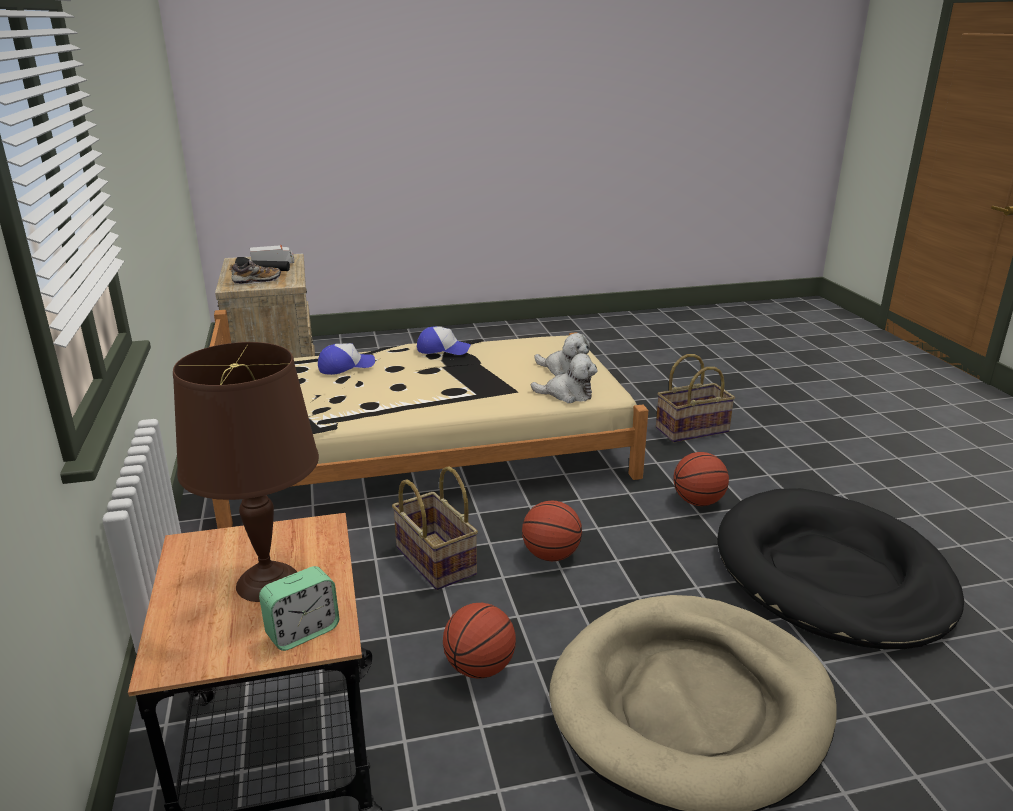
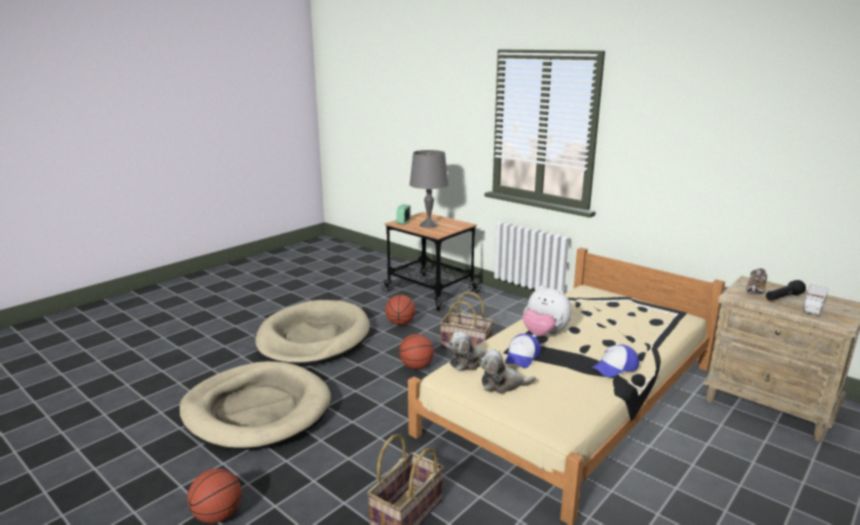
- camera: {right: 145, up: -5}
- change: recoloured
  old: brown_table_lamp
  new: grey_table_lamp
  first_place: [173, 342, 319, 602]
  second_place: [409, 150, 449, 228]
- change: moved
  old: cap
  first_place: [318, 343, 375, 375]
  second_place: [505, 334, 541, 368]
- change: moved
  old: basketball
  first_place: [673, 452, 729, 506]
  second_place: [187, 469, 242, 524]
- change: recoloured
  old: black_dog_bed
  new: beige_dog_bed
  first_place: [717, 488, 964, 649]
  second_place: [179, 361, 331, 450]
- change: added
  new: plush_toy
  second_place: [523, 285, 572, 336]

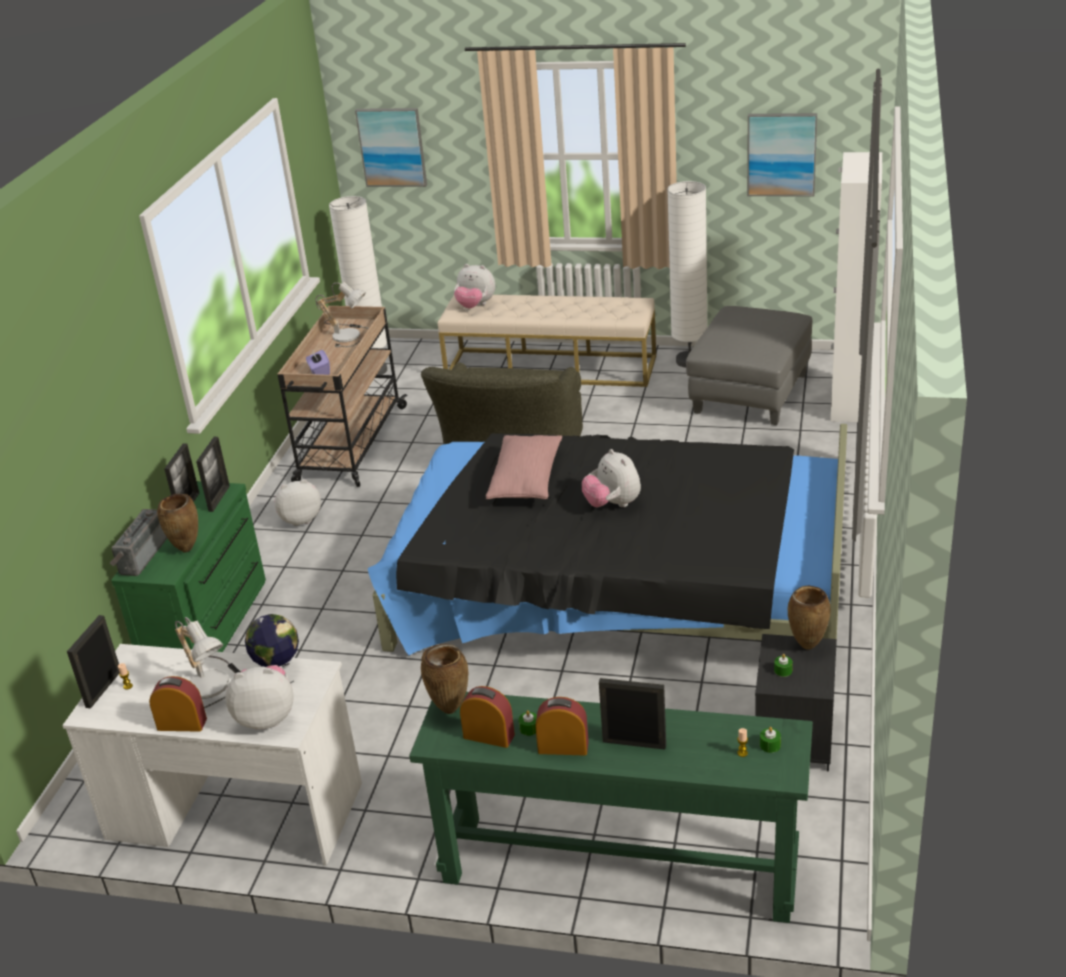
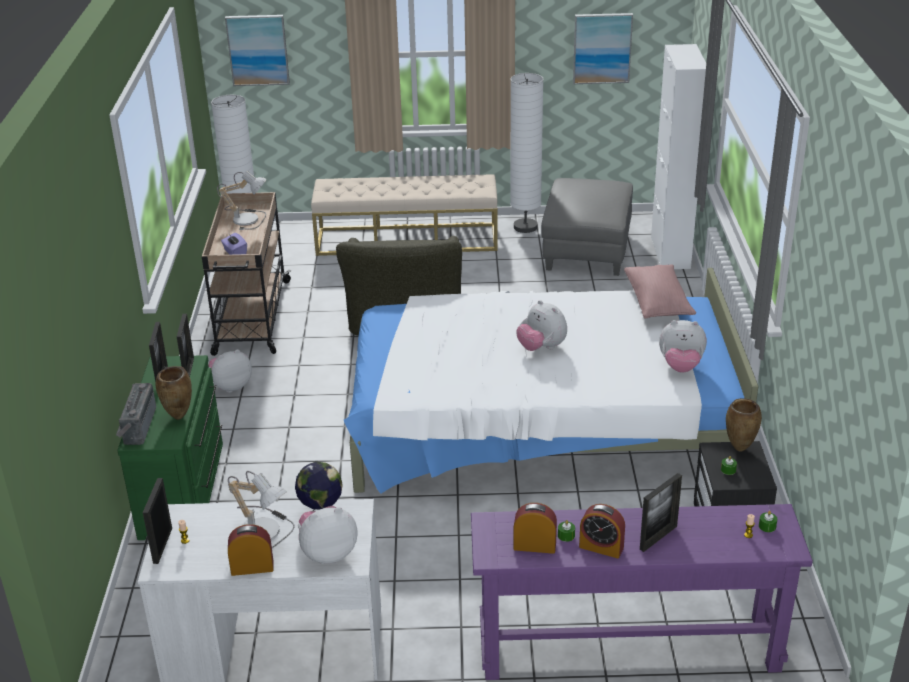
- camera: {right: -15, up: 0}
- change: moved
  old: plush_toy
  first_place: [454, 264, 495, 308]
  second_place: [659, 320, 707, 373]
- change: recoloured
  old: black_bed
  new: white_bed
  first_place: [368, 424, 847, 656]
  second_place: [344, 268, 759, 494]
- change: moved
  old: pink_pillow
  first_place: [486, 435, 562, 499]
  second_place: [624, 264, 696, 319]
- change: removed
  old: brown_vase
  first_place: [421, 644, 468, 714]
- change: turned
  old: picture_frame
  first_place: [599, 678, 666, 750]
  second_place: [640, 473, 682, 552]
  degrees: 135
- change: recoloured
  old: green_console_table
  new: purple_console_table
  first_place: [409, 692, 813, 923]
  second_place: [471, 504, 813, 680]
- change: turned
  old: alarm_clock
  first_place: [535, 697, 589, 756]
  second_place: [579, 504, 625, 558]
  degrees: -150

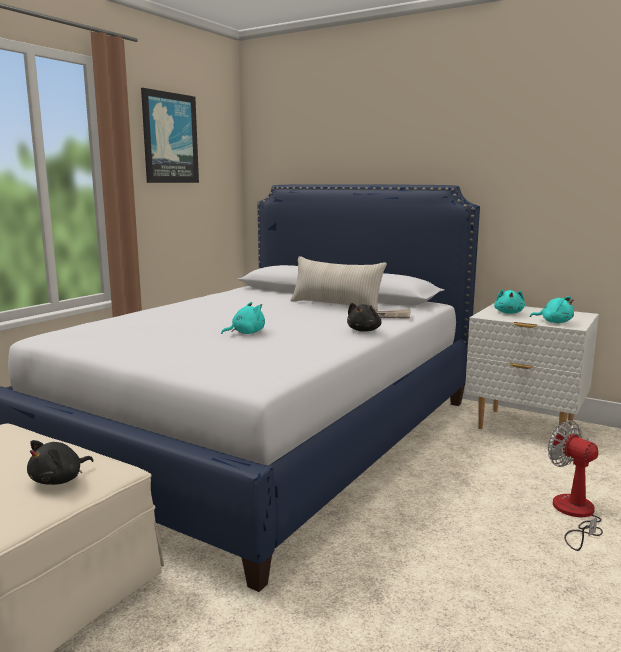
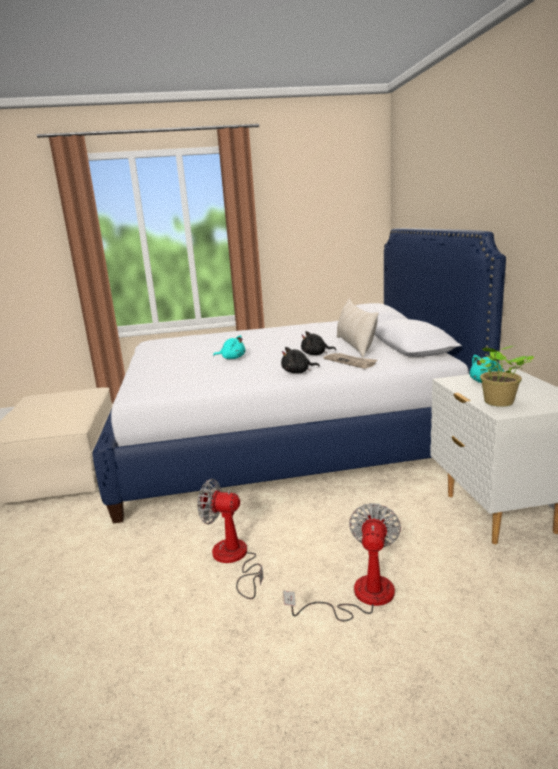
- camera: {right: 50, up: 5}
- change: removed
  old: picture
  first_place: [141, 88, 199, 183]
- change: replaced
  old: turquoise_plush_toy
  new: potted_plant
  first_place: [530, 296, 574, 323]
  second_place: [476, 346, 534, 407]
- change: moved
  old: black_plush_toy
  first_place: [27, 440, 93, 485]
  second_place: [301, 331, 336, 355]
- change: added
  new: fan
  second_place: [198, 479, 263, 599]

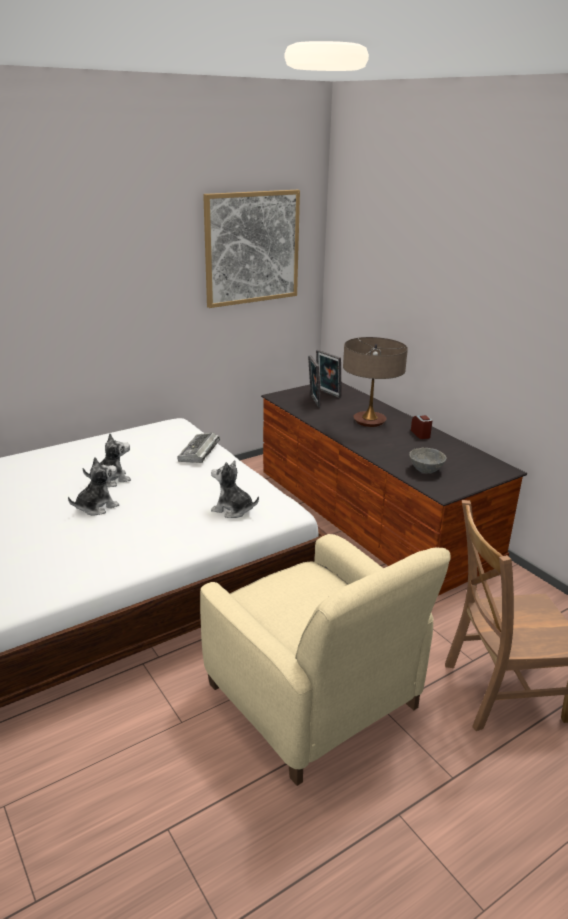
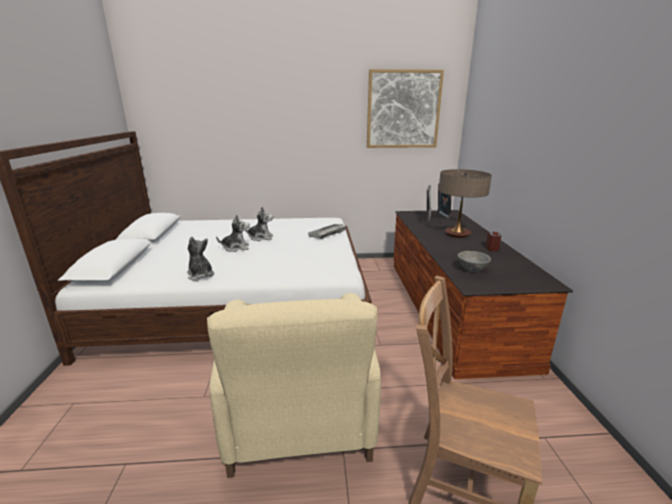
- camera: {right: 30, up: -5}
- change: moved
  old: plush_toy
  first_place: [211, 460, 259, 518]
  second_place: [187, 236, 214, 281]

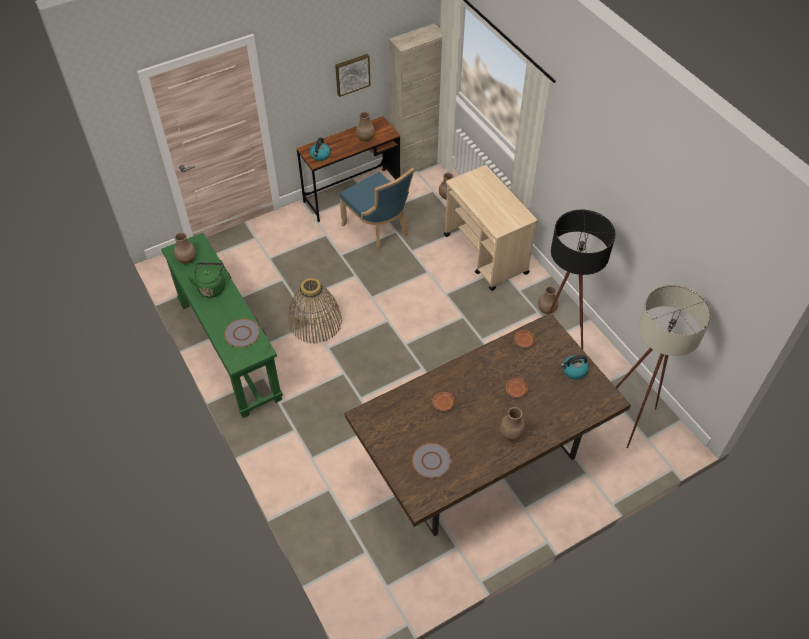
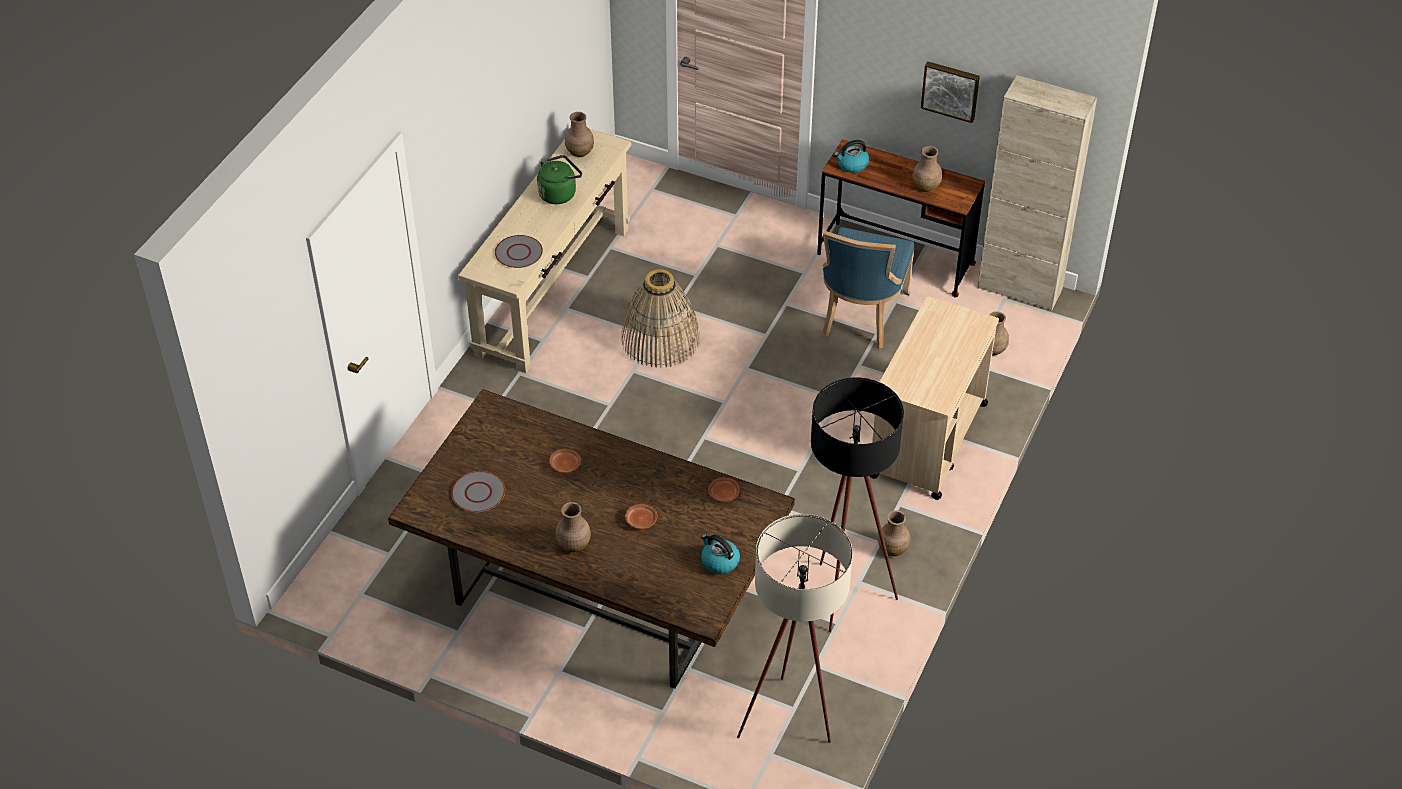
- camera: {right: 55, up: -5}
- change: recoloured
  old: green_console_table
  new: beige_console_table
  first_place: [161, 233, 283, 418]
  second_place: [458, 129, 631, 373]

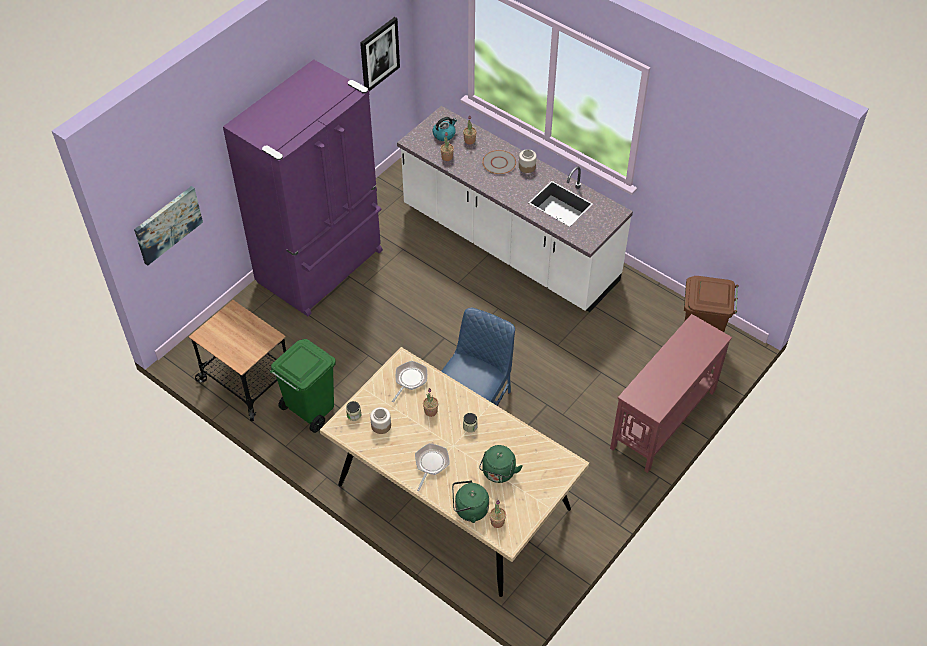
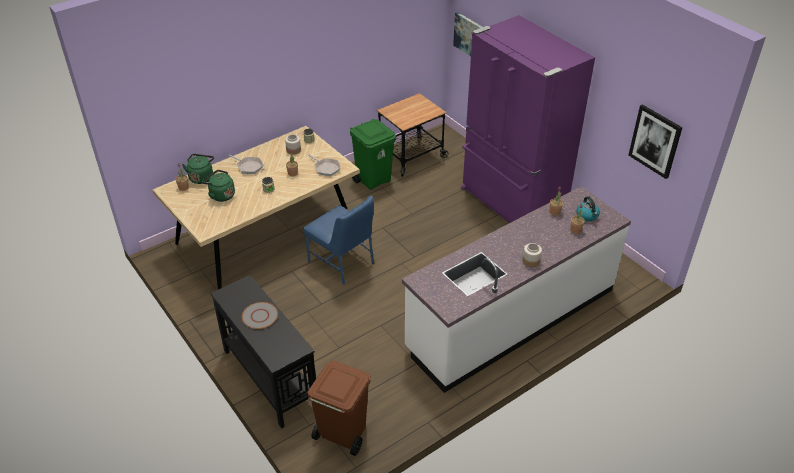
- camera: {right: 105, up: -10}
- change: moved
  old: grey_plate
  first_place: [482, 150, 516, 174]
  second_place: [242, 302, 278, 329]
- change: recoloured
  old: red_console_table
  new: black_console_table
  first_place: [610, 314, 732, 473]
  second_place: [210, 275, 316, 428]

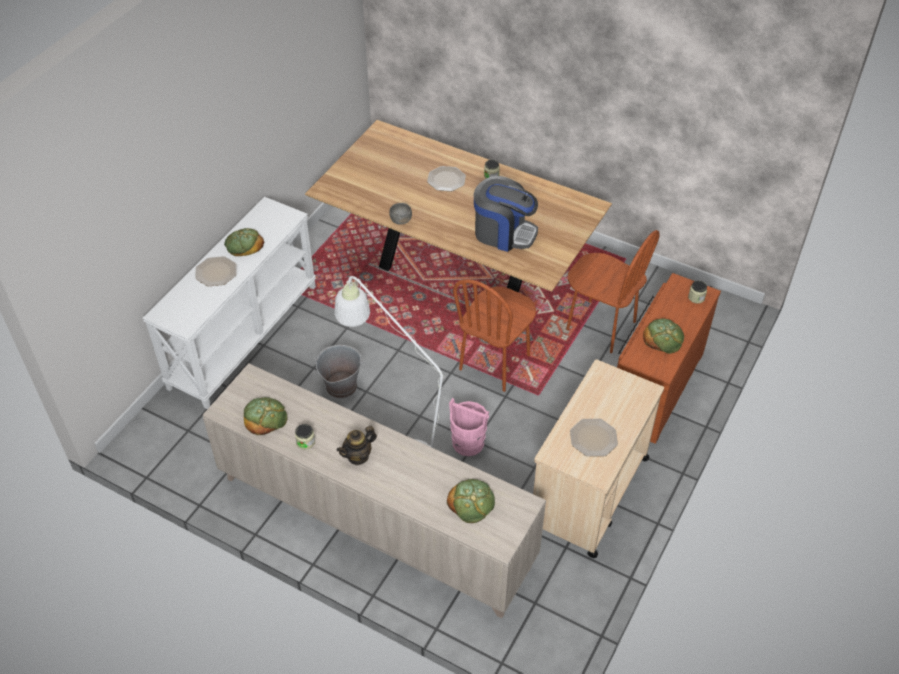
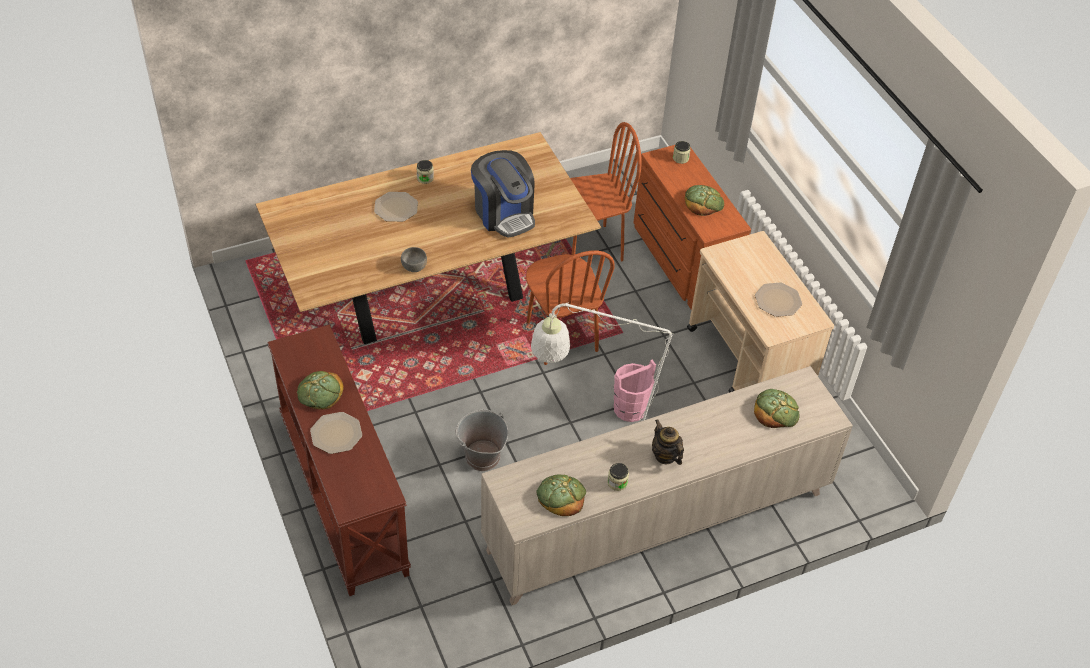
- camera: {right: -55, up: 0}
- change: turned
  old: coffee_machine
  first_place: [474, 176, 538, 252]
  second_place: [471, 150, 535, 238]
  degrees: 90
- change: recoloured
  old: white_console_table
  new: brown_console_table
  first_place: [142, 197, 316, 409]
  second_place: [267, 325, 411, 596]
- change: turned
  old: teapot
  first_place: [336, 426, 377, 465]
  second_place: [652, 420, 684, 465]
  degrees: 150

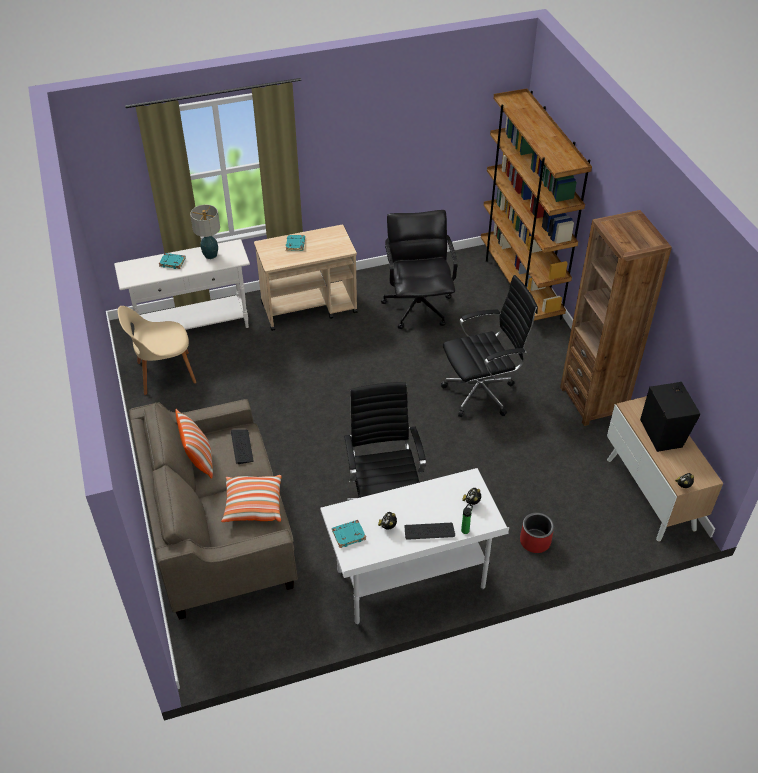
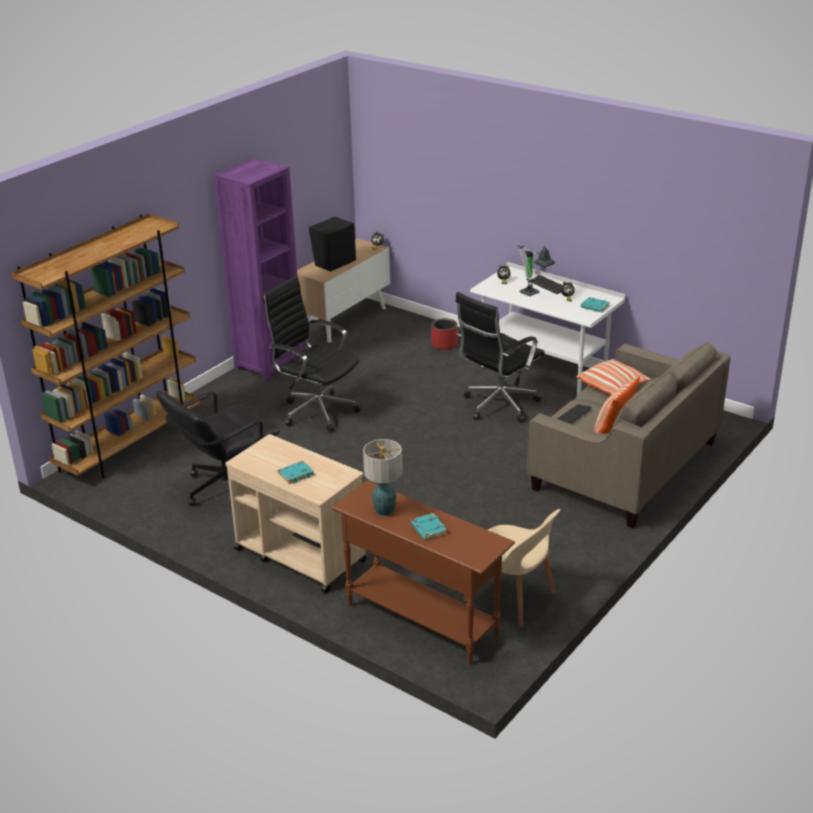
- camera: {right: -125, up: -15}
- change: recoloured
  old: brown_bookcase
  new: purple_bookcase
  first_place: [560, 210, 672, 426]
  second_place: [214, 158, 303, 382]
- change: recoloured
  old: white_console_table
  new: brown_console_table
  first_place: [114, 239, 250, 330]
  second_place: [331, 480, 515, 665]
- change: added
  new: table_lamp
  second_place: [518, 245, 555, 296]

